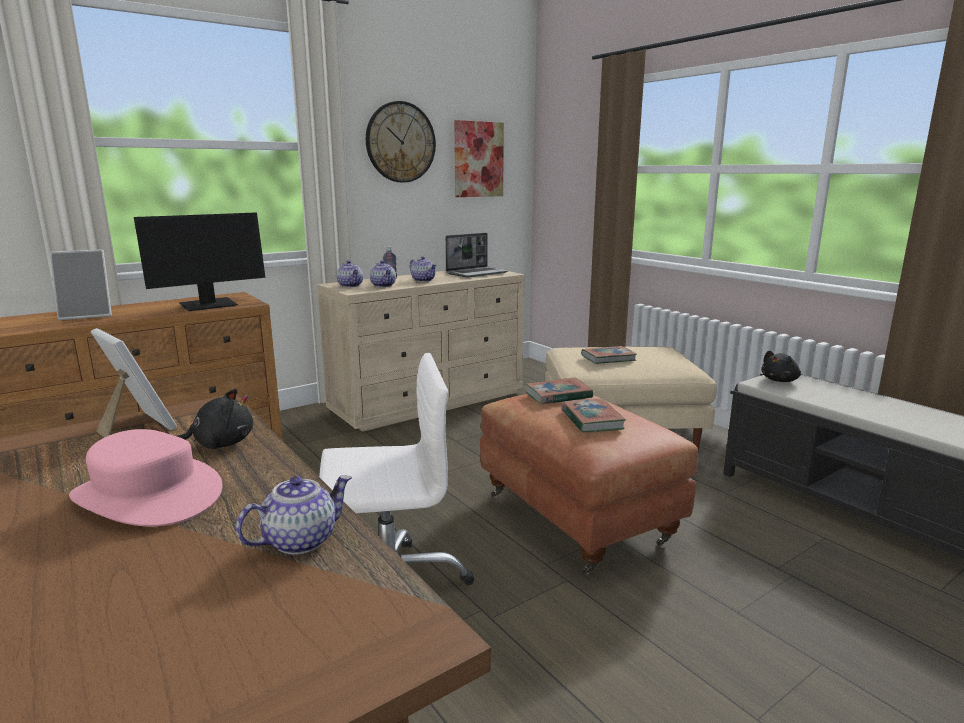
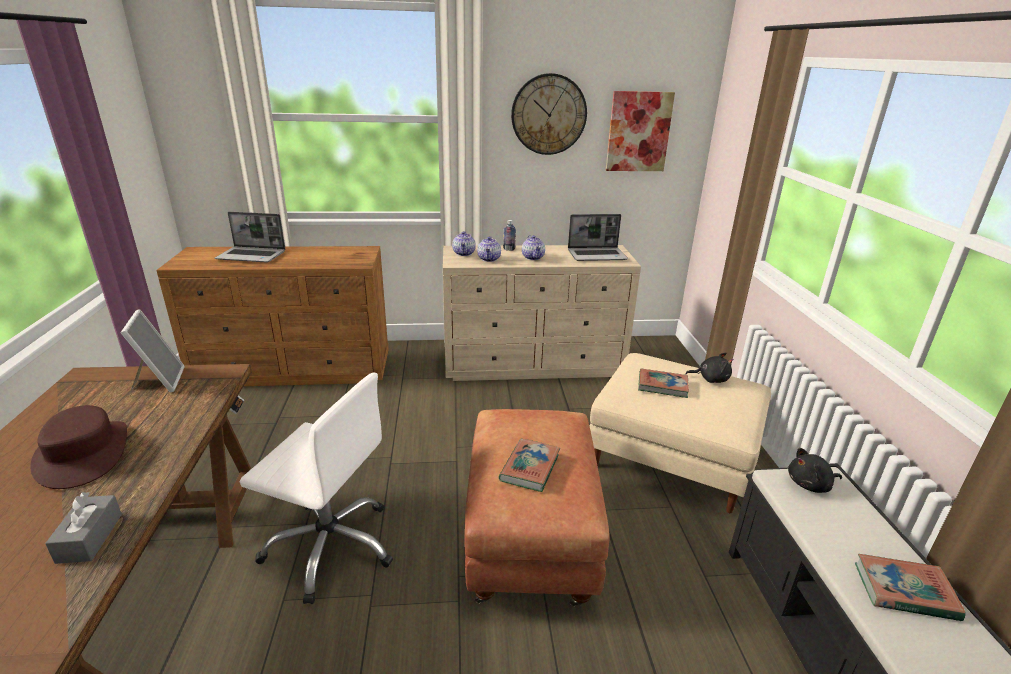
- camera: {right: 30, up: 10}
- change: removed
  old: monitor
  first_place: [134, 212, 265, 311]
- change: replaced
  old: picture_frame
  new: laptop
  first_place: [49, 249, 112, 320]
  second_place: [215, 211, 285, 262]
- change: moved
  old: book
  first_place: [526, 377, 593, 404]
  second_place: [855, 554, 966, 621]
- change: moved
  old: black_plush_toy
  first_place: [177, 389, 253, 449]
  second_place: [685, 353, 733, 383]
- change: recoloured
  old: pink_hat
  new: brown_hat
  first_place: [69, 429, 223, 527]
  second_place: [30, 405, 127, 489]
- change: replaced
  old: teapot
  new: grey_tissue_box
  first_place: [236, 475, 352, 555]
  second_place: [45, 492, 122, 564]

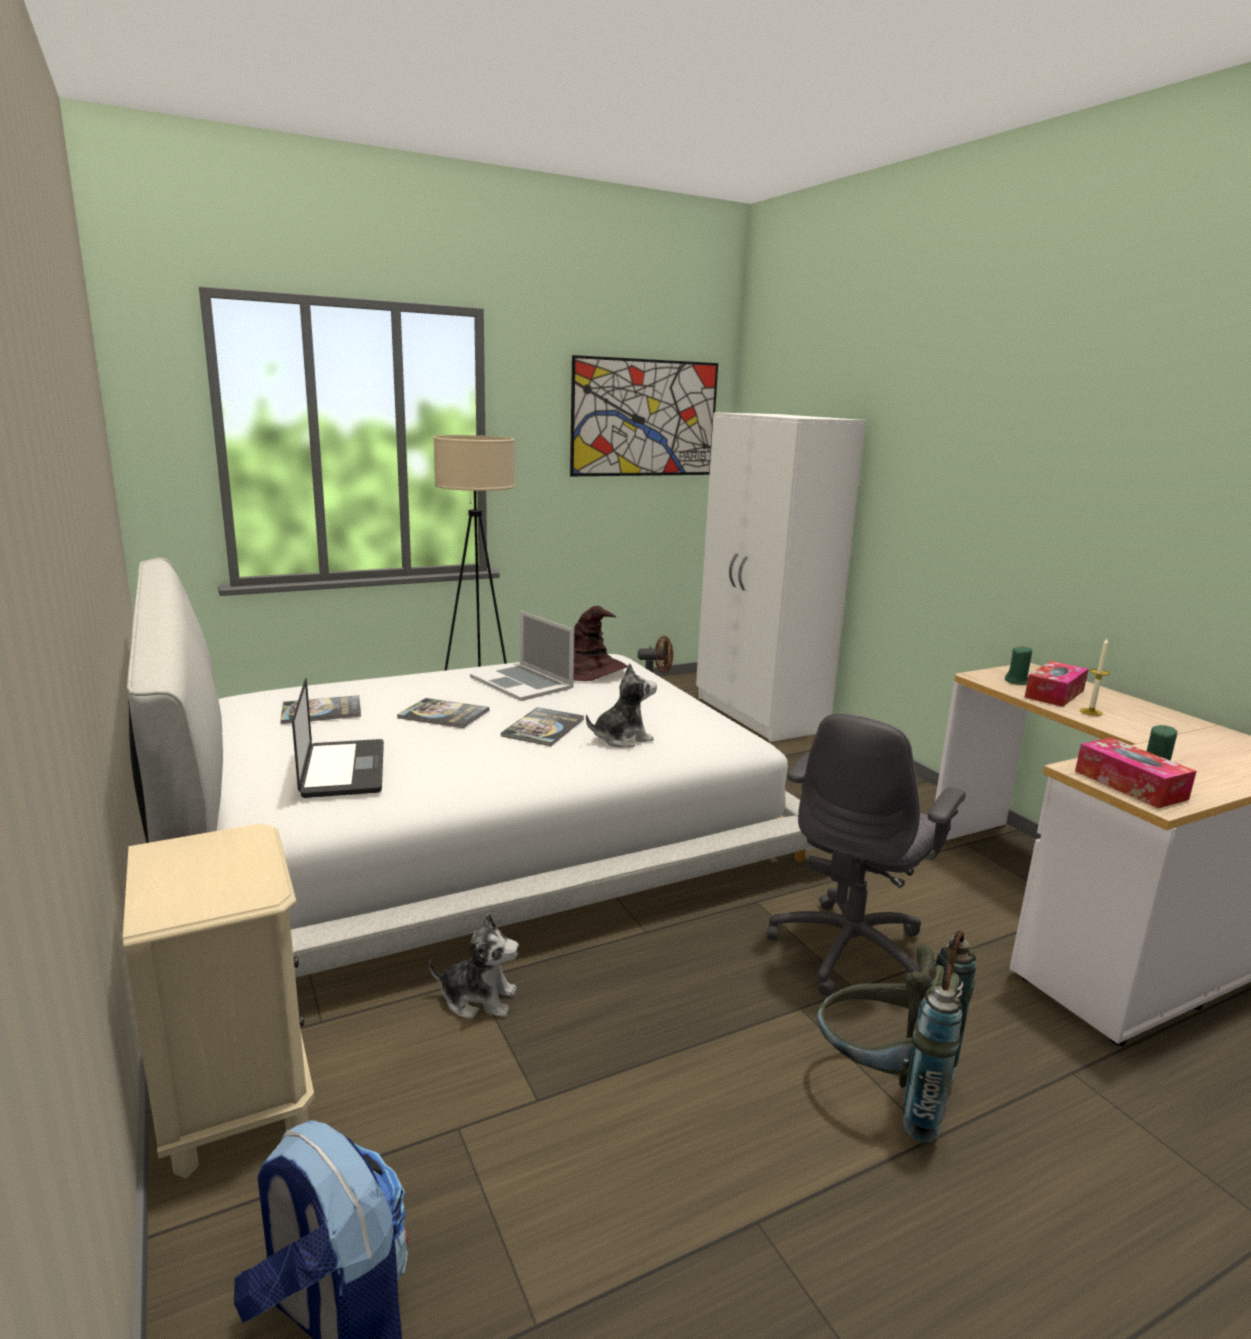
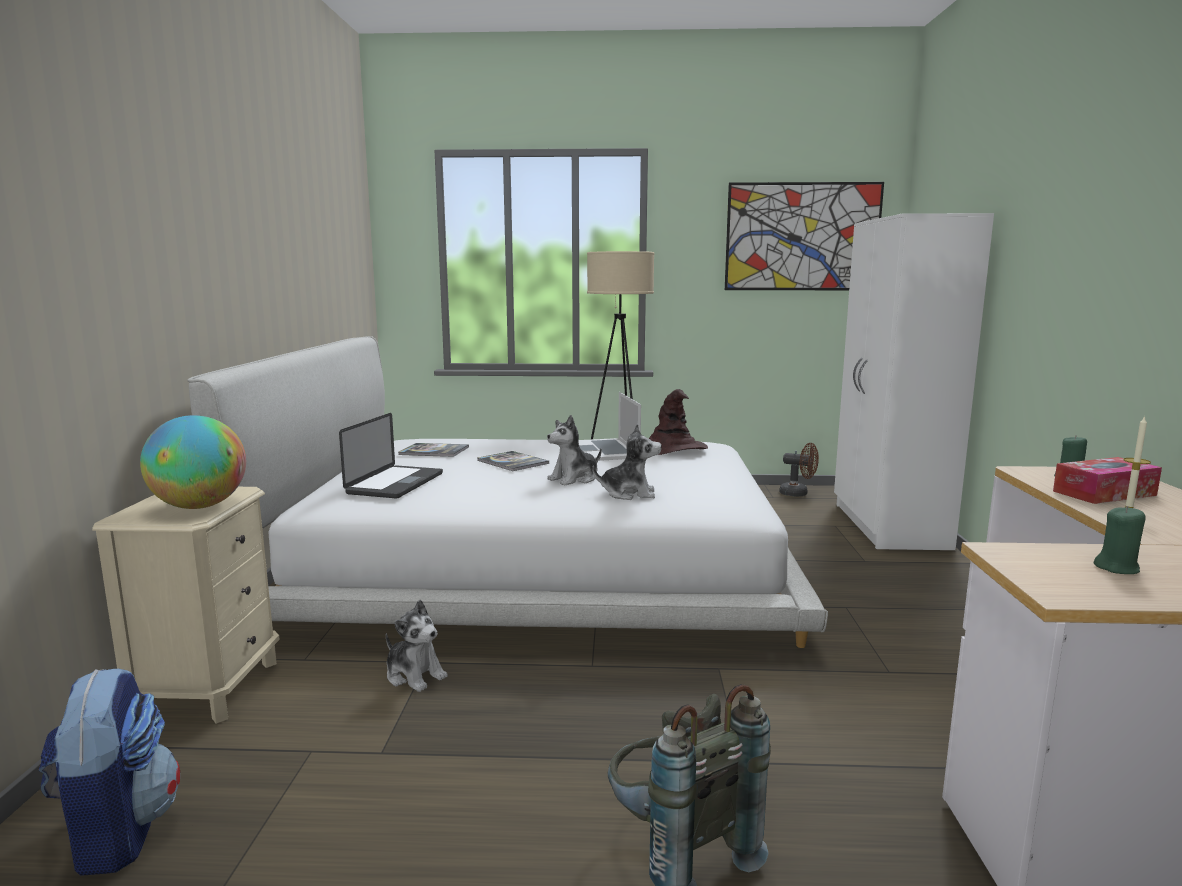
- camera: {right: 30, up: -5}
- change: replaced
  old: book
  new: plush_toy
  first_place: [501, 707, 584, 746]
  second_place: [547, 415, 601, 486]
- change: removed
  old: grey_office_chair
  first_place: [767, 713, 966, 996]
- change: removed
  old: tissue_box
  first_place: [1075, 738, 1197, 808]
- change: added
  new: globe
  second_place: [140, 415, 246, 509]

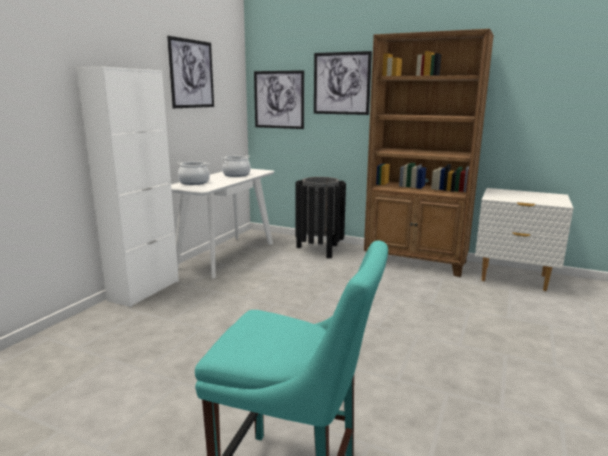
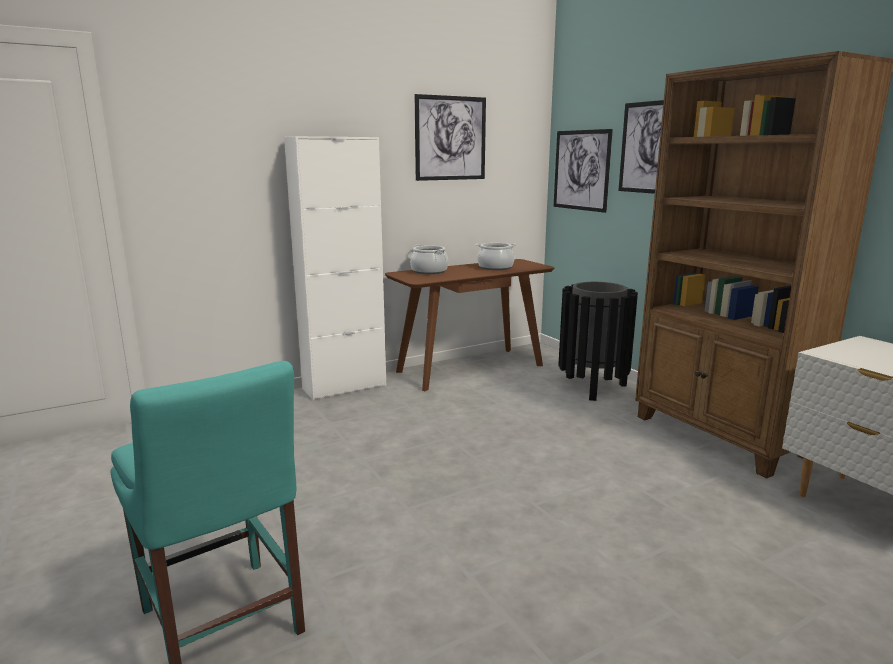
- camera: {right: 35, up: 0}
- change: recoloured
  old: white_console_table
  new: brown_console_table
  first_place: [171, 169, 275, 278]
  second_place: [385, 259, 555, 391]

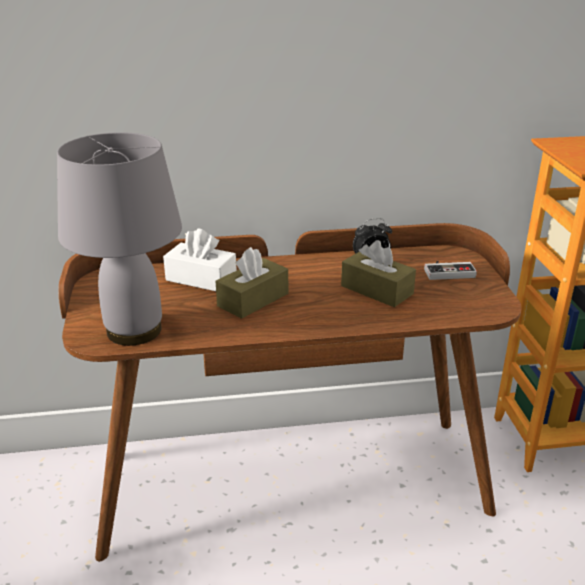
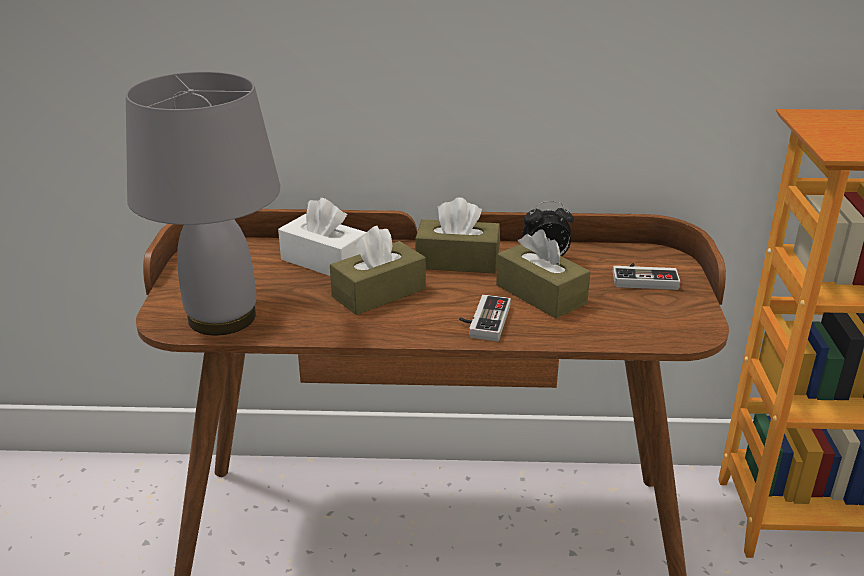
- camera: {right: 10, up: 0}
- change: added
  new: brown_tissue_box
  second_place: [415, 197, 500, 274]
- change: added
  new: game_controller
  second_place: [459, 295, 511, 341]

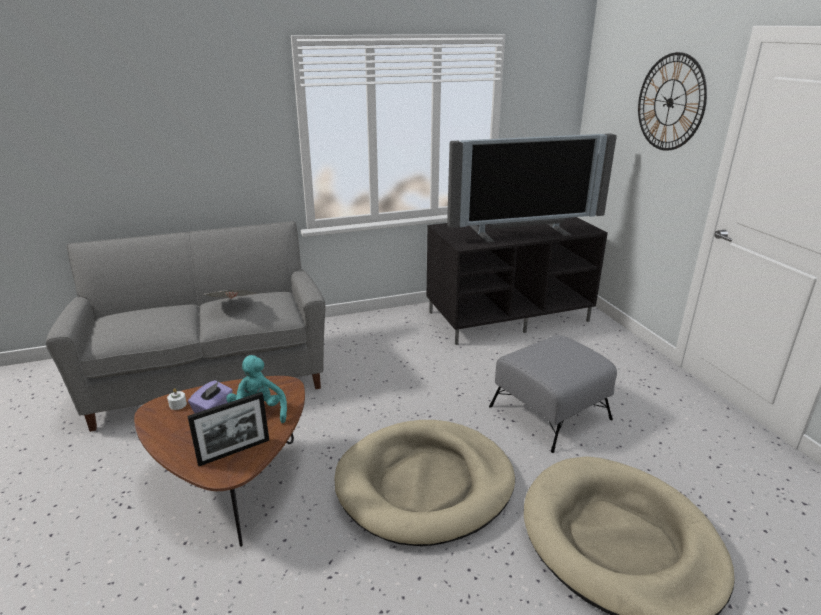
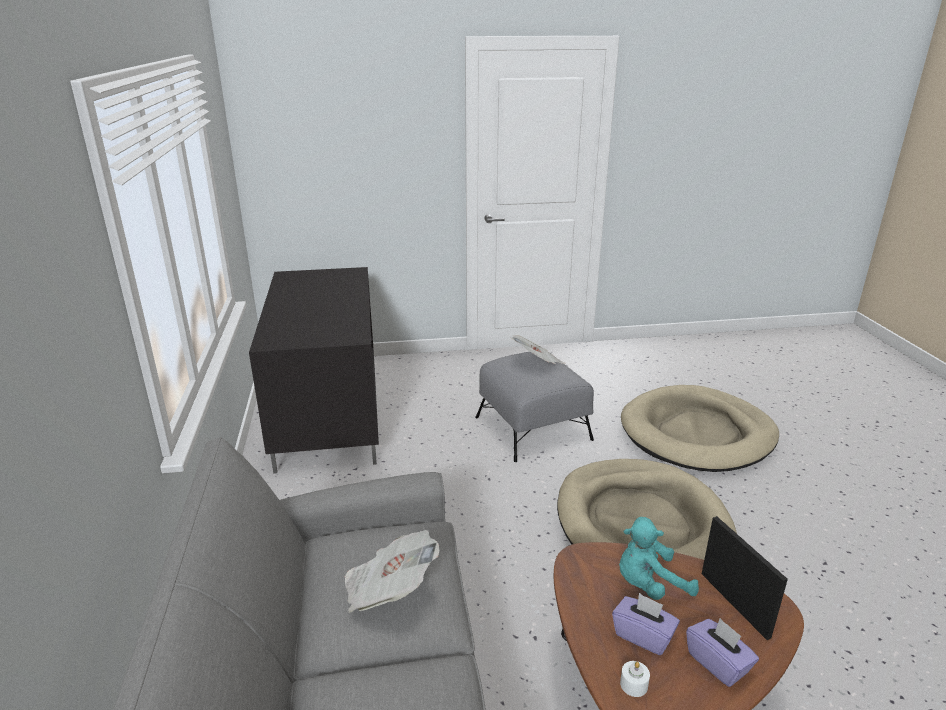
- camera: {right: -80, up: 0}
- change: removed
  old: wall_clock
  first_place: [638, 52, 707, 151]
- change: removed
  old: television
  first_place: [447, 133, 617, 243]
- change: added
  new: newspaper
  second_place: [511, 335, 566, 364]
- change: added
  new: purple_tissue_box
  second_place: [686, 618, 759, 687]

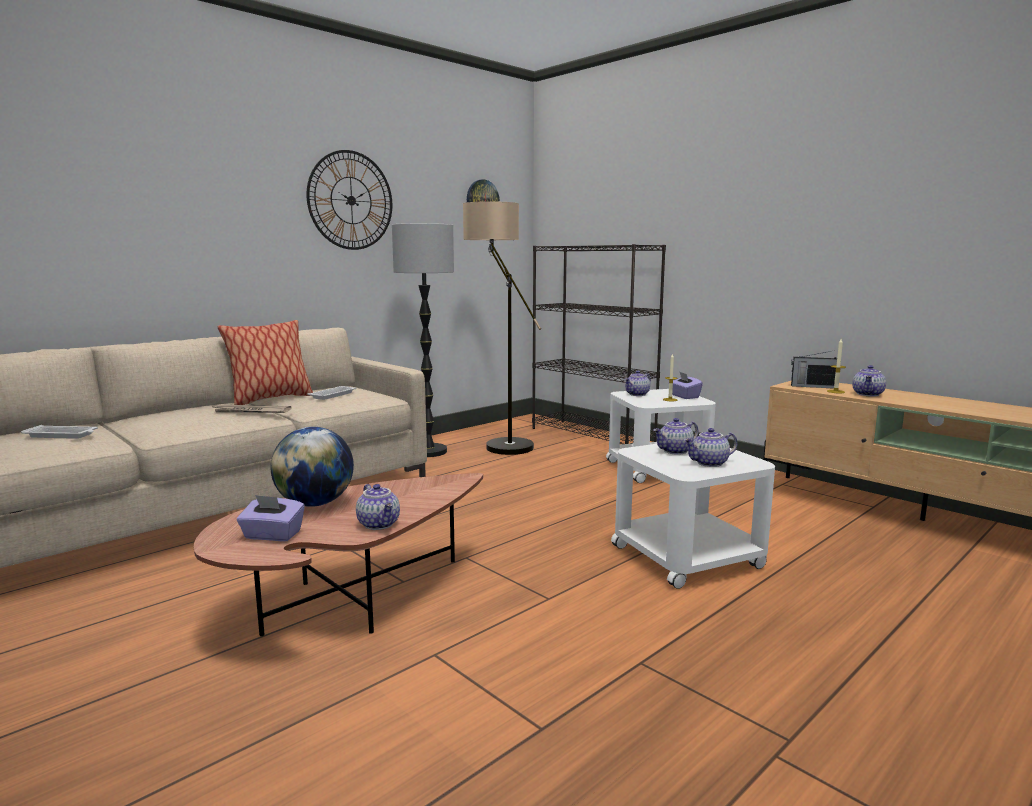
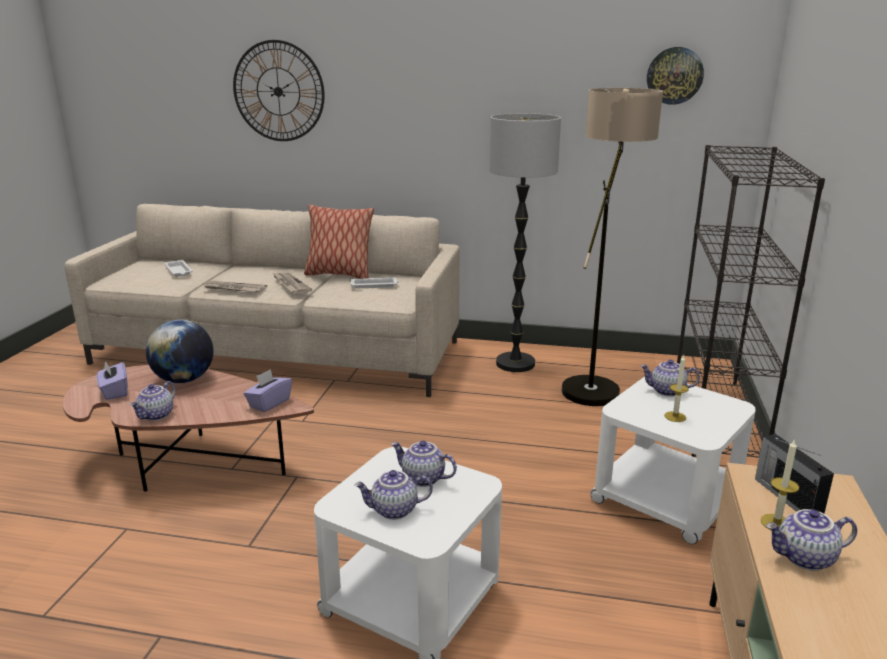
- camera: {right: 55, up: 10}
- change: moved
  old: wall_clock
  first_place: [307, 150, 392, 250]
  second_place: [233, 40, 325, 141]
- change: moved
  old: purple_tissue_box
  first_place: [672, 372, 703, 399]
  second_place: [244, 369, 292, 412]
- change: turned
  old: teapot
  first_place: [684, 428, 737, 467]
  second_place: [354, 470, 433, 520]
  degrees: -45
- change: added
  new: newspaper
  second_place: [205, 281, 267, 292]

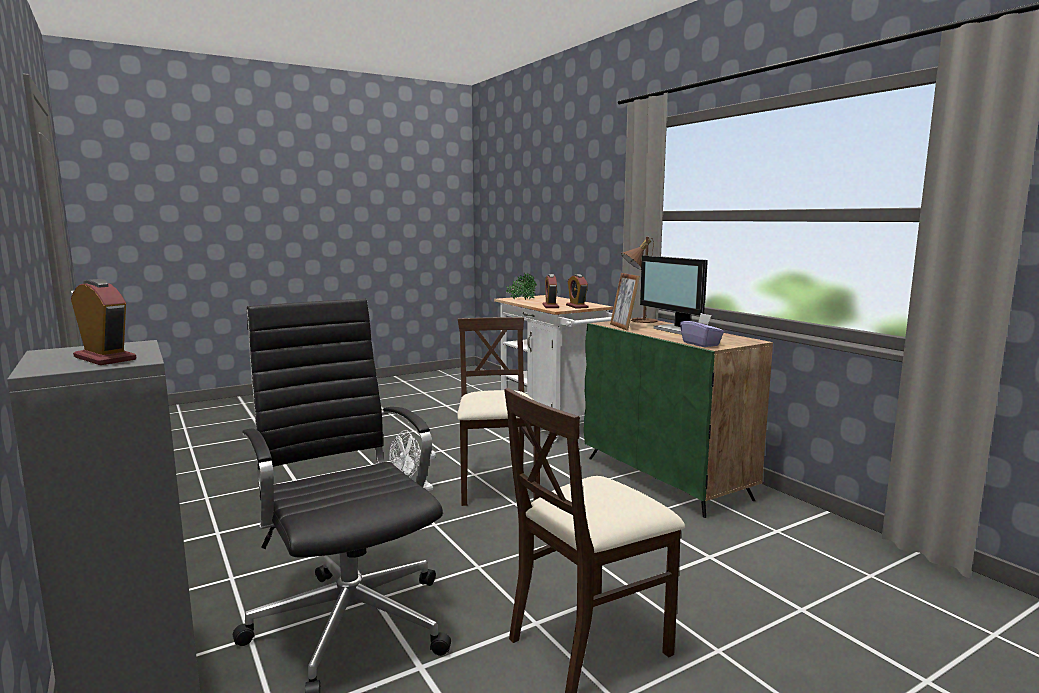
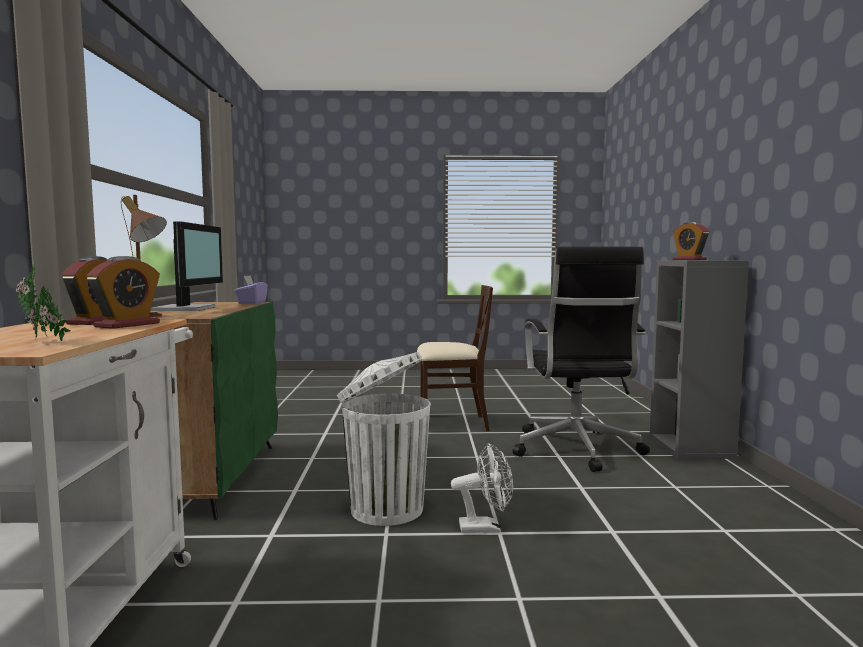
- camera: {right: -150, up: -5}
- change: removed
  old: picture_frame
  first_place: [610, 273, 640, 331]
- change: replaced
  old: beige_chair
  new: white_trash_can
  first_place: [457, 317, 540, 506]
  second_place: [337, 352, 430, 526]

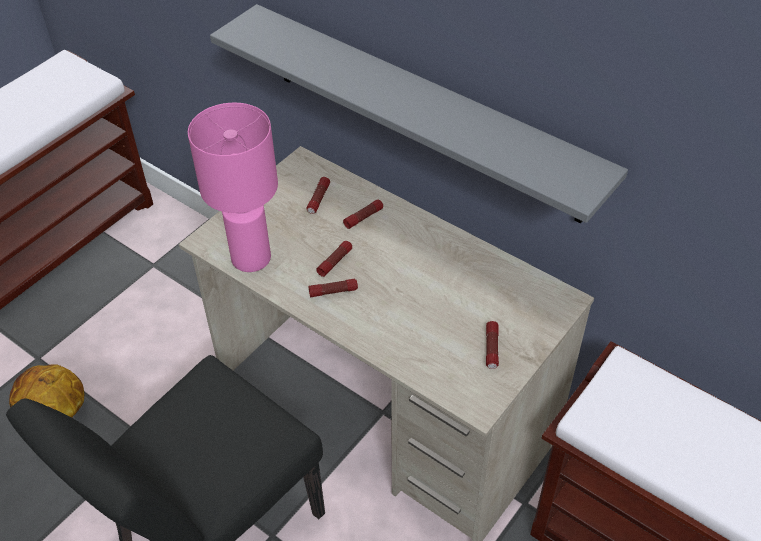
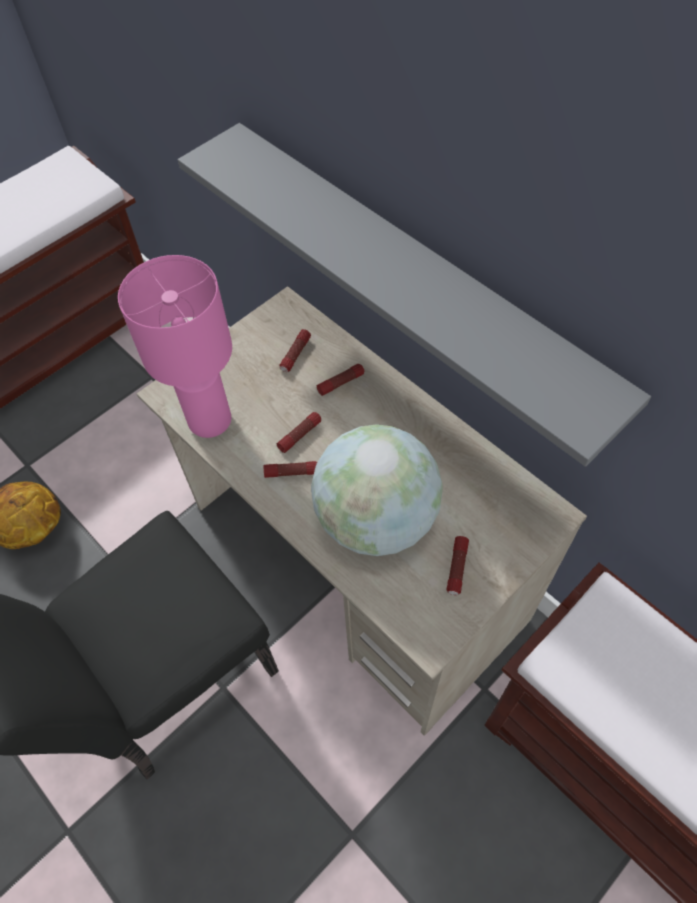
- camera: {right: 10, up: 10}
- change: added
  new: globe
  second_place: [311, 424, 443, 556]

